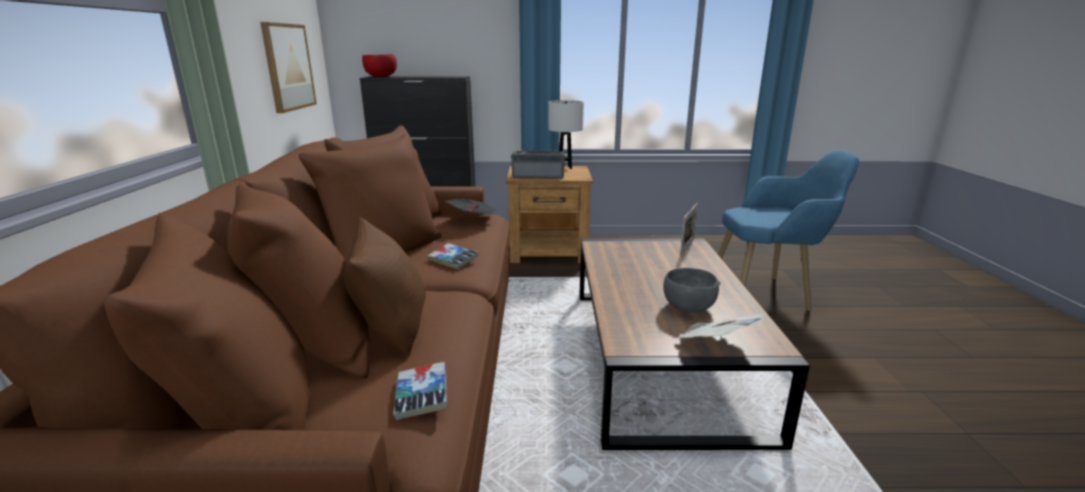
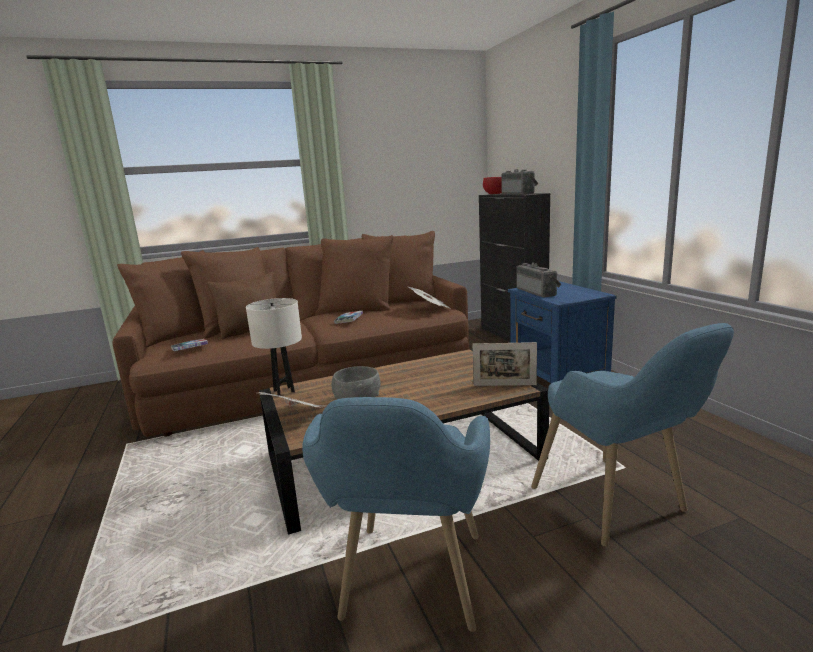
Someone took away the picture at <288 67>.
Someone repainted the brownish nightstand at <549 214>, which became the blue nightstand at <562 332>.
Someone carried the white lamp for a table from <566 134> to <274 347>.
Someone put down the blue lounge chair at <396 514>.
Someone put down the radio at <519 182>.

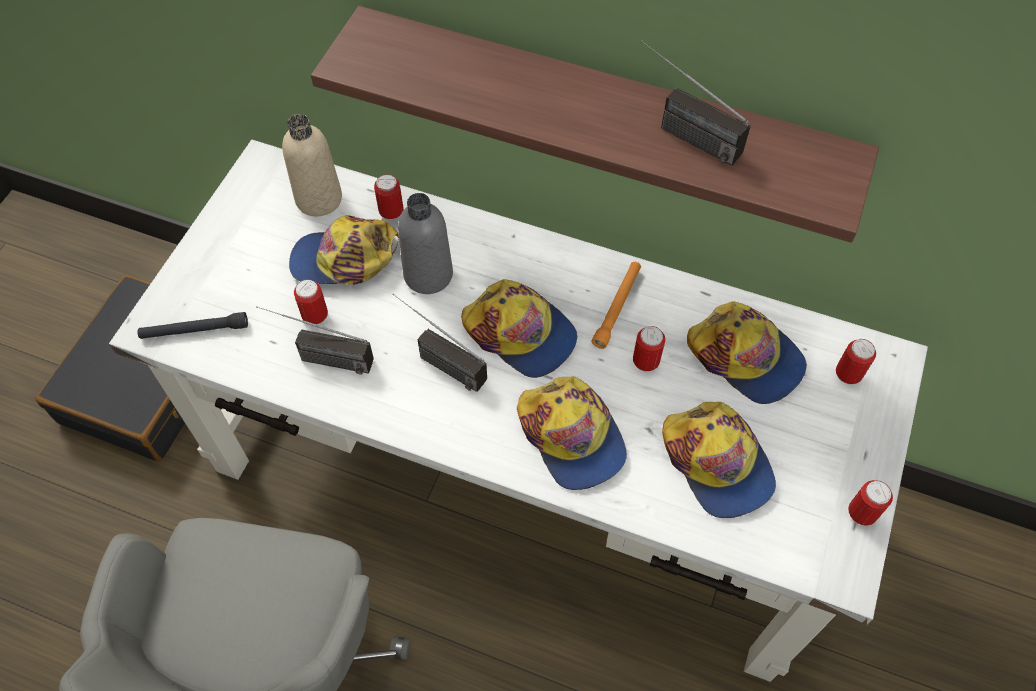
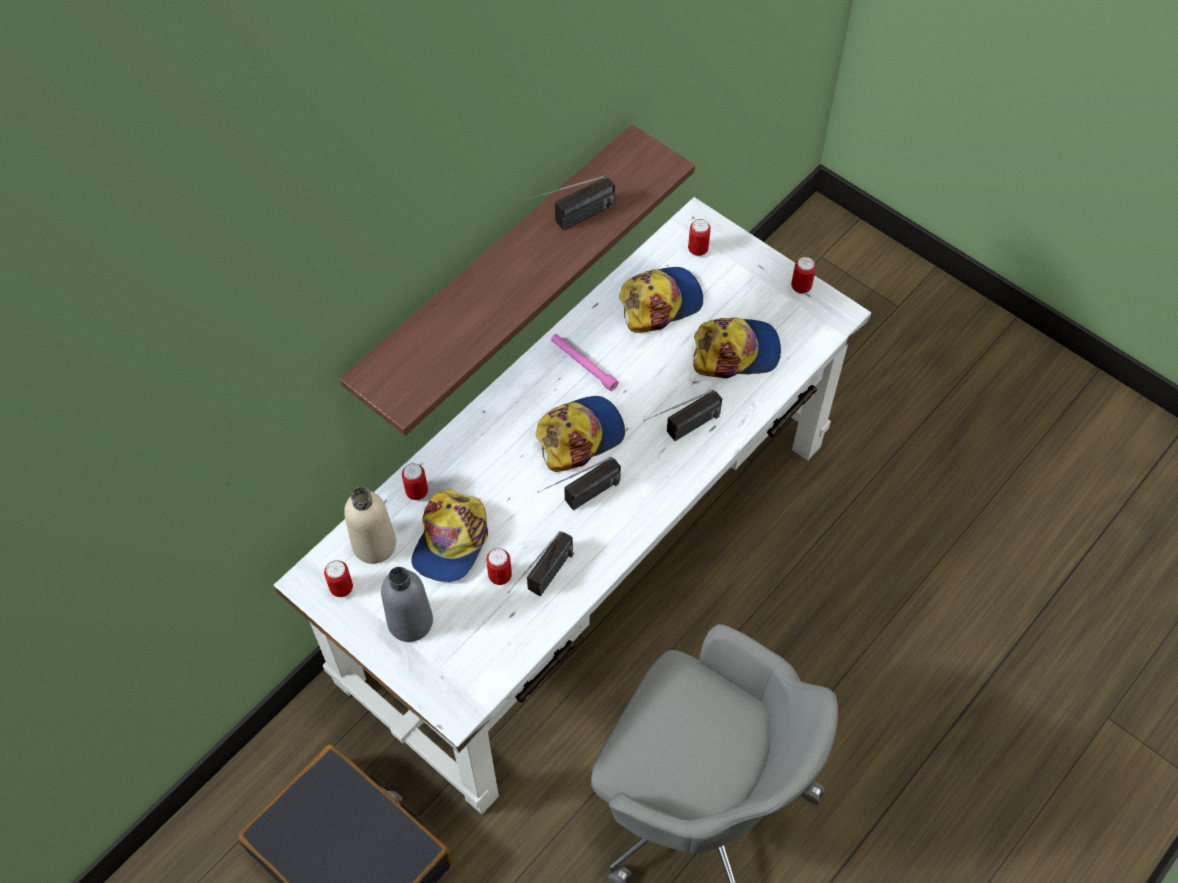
Someone took away the blackish flashlight at <192 325>.
Someone carried the gray beverage bottle from <425 243> to <407 604>.
Someone swapped the peaked cap at <572 433> for the radio at <683 415>.
Someone repainted the orange-coloured flashlight at <616 305>, which became the pinkish flashlight at <585 362>.
Someone carried the metal can from <649 349> to <338 578>.

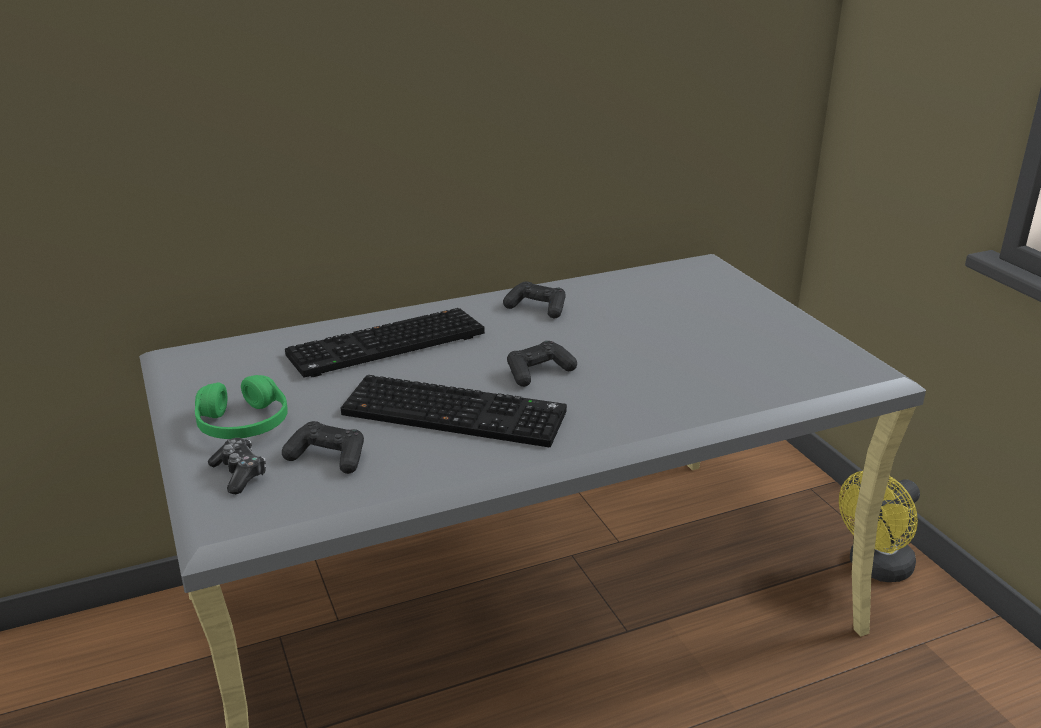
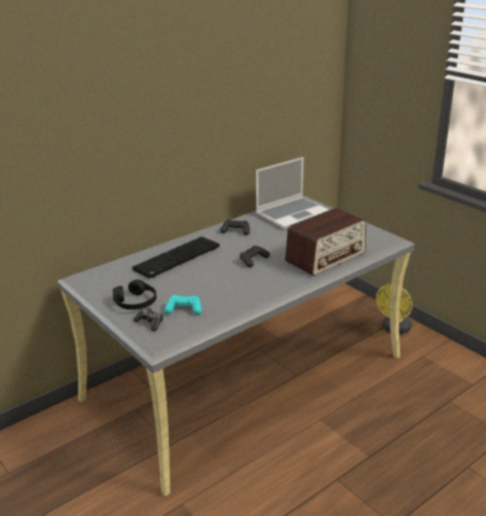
Someone repainted the green-coloured headphones at <241 407>, which became the blackish headphones at <134 295>.
Someone repainted the blackish gamepad at <323 447>, which became the turquoise gamepad at <183 305>.
Someone took away the computer keyboard at <454 411>.
Someone put down the portable computer at <292 193>.
Someone put down the radio at <325 242>.

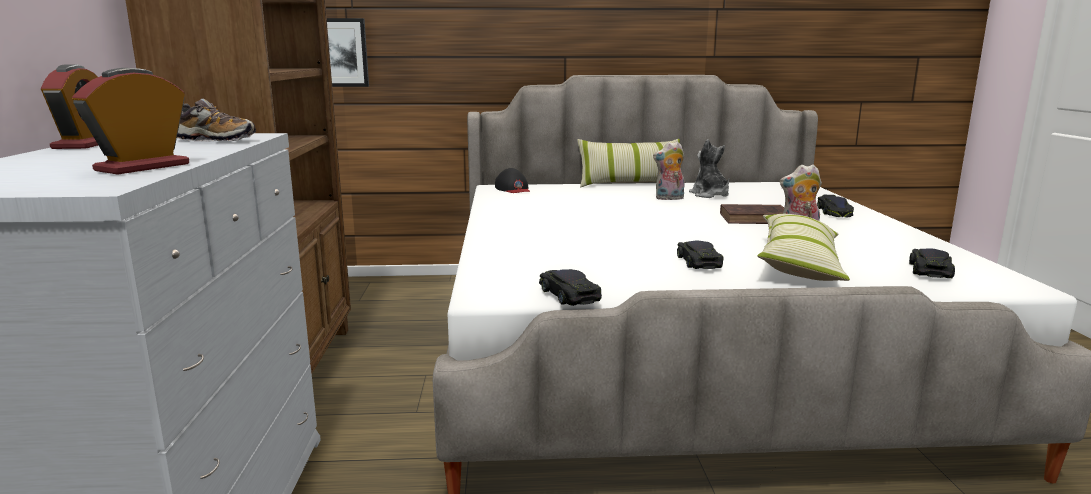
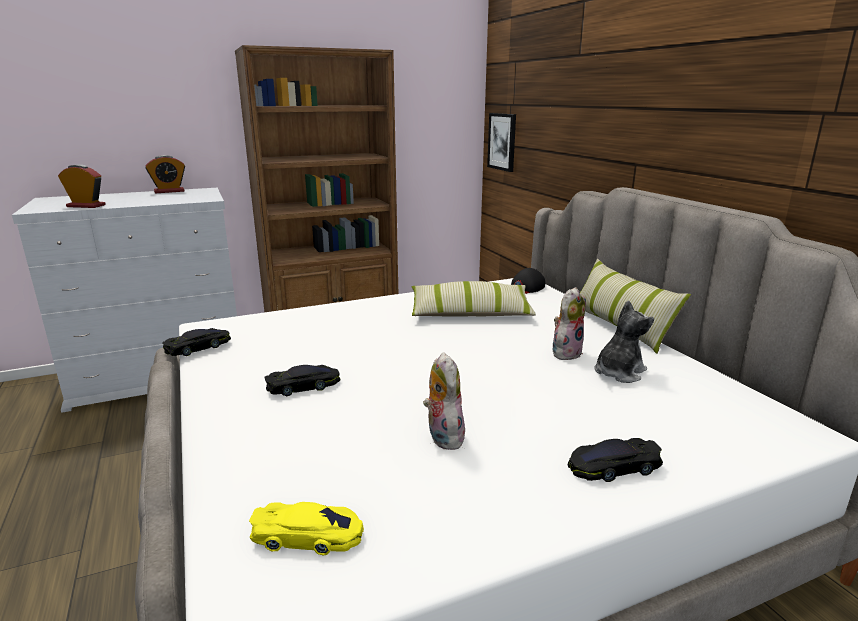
Someone took away the item of footwear at <216 120>.
Someone rotated the cuddly toy at <669 170> by 75 degrees clockwise.
Someone took away the brownish bound book at <752 214>.
Someone carried the throw pillow from <803 247> to <474 299>.
Someone repainted the blackish model car at <932 263>, which became the yellow-coloured model car at <306 529>.

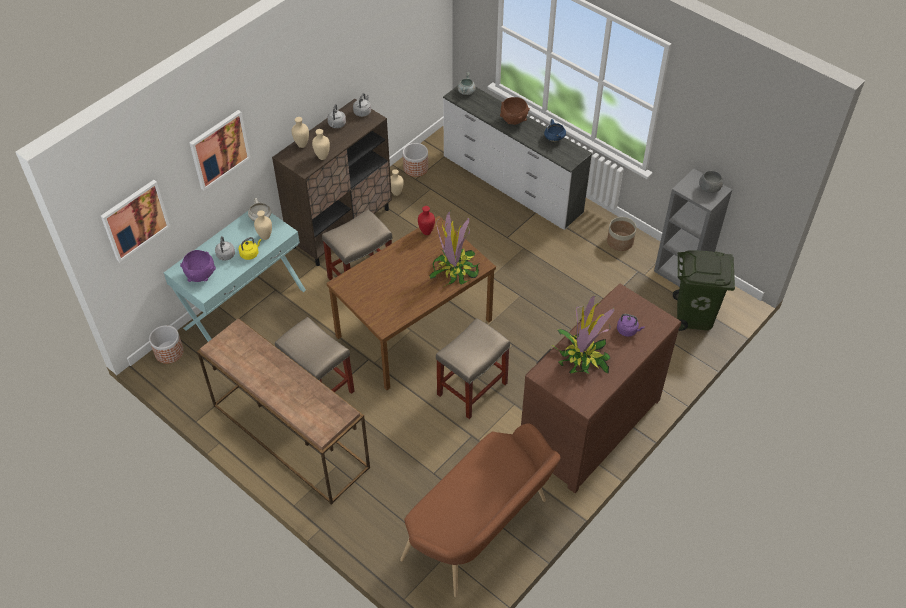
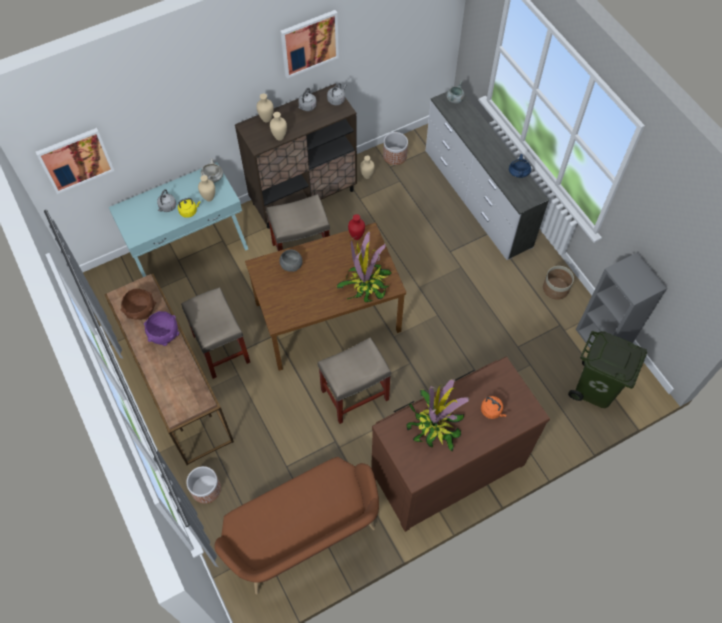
Someone carried the planter from <166 344> to <203 485>.
Someone carried the purplish deep dish from <198 266> to <161 328>.
Someone carried the picture from <220 150> to <309 44>.
Someone carried the brownish deep dish from <515 111> to <138 304>.
Someone repainted the purplish tea kettle at <631 325>, which became the orange-coloured tea kettle at <494 407>.
Someone carried the gray deep dish from <711 182> to <291 261>.

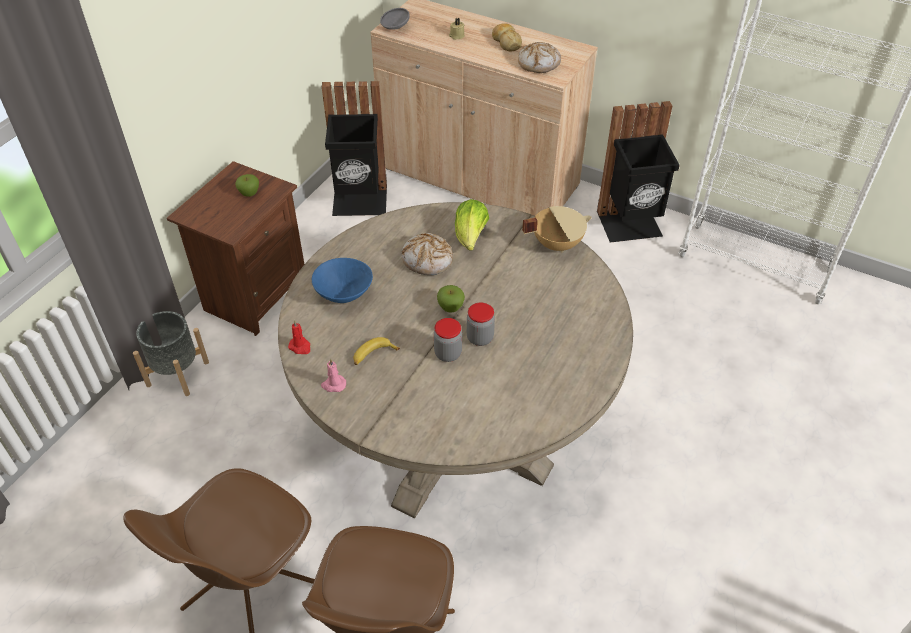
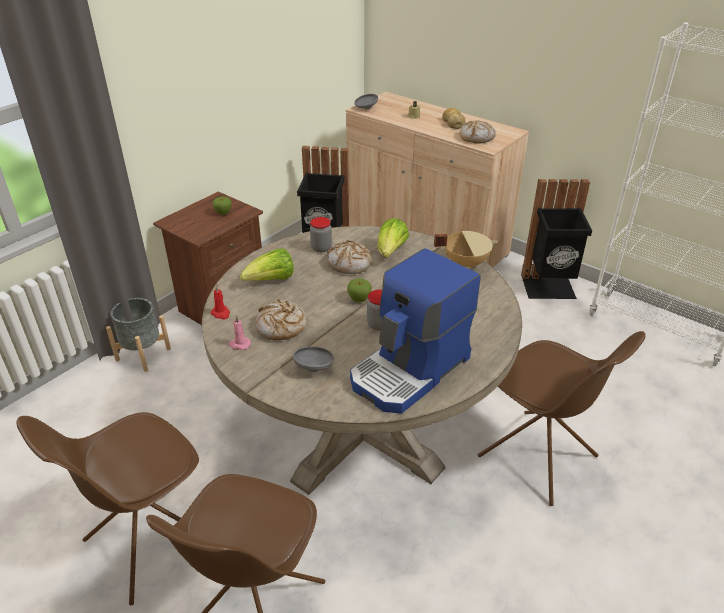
Someone swapped the blue deep dish at <342 280> for the lettuce at <267 265>.
Someone swapped the banana fruit at <377 351> for the bakery bread at <281 320>.
Someone carried the jar from <448 340> to <321 234>.
Someone put down the gray deep dish at <313 359>.
Someone put down the coffee brewer at <415 331>.
Someone put down the brownish upright chair at <562 418>.

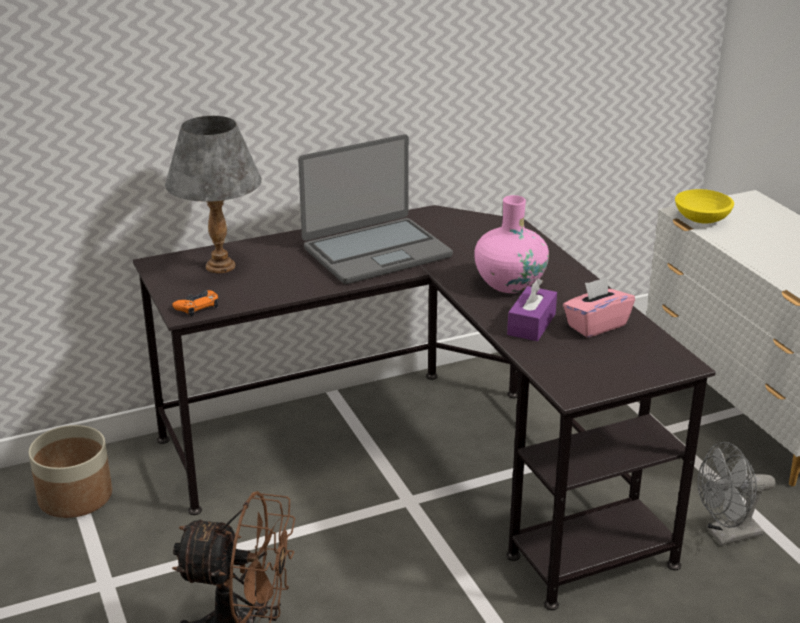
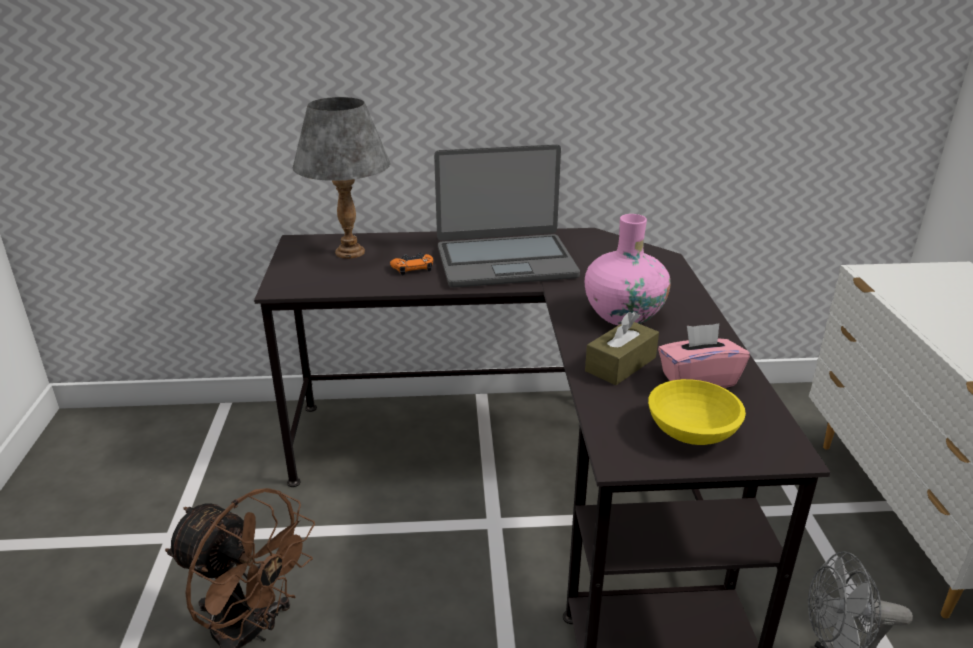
Someone took away the planter at <70 471>.
Someone carried the orange-coloured gamepad from <195 303> to <411 264>.
Someone repainted the purplish box of tissues at <532 309>, which became the brownish box of tissues at <622 348>.
Someone carried the yellow-coloured deep dish from <704 206> to <697 412>.

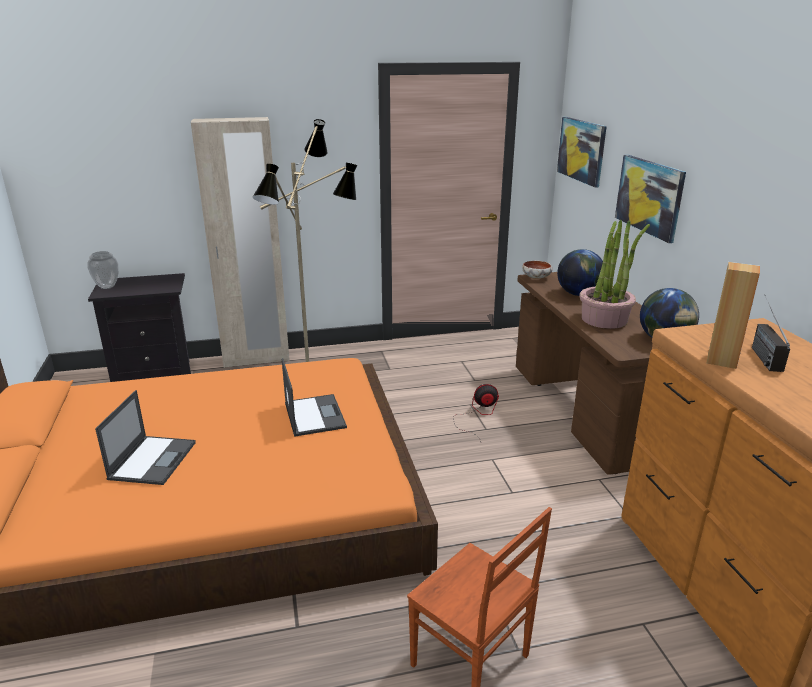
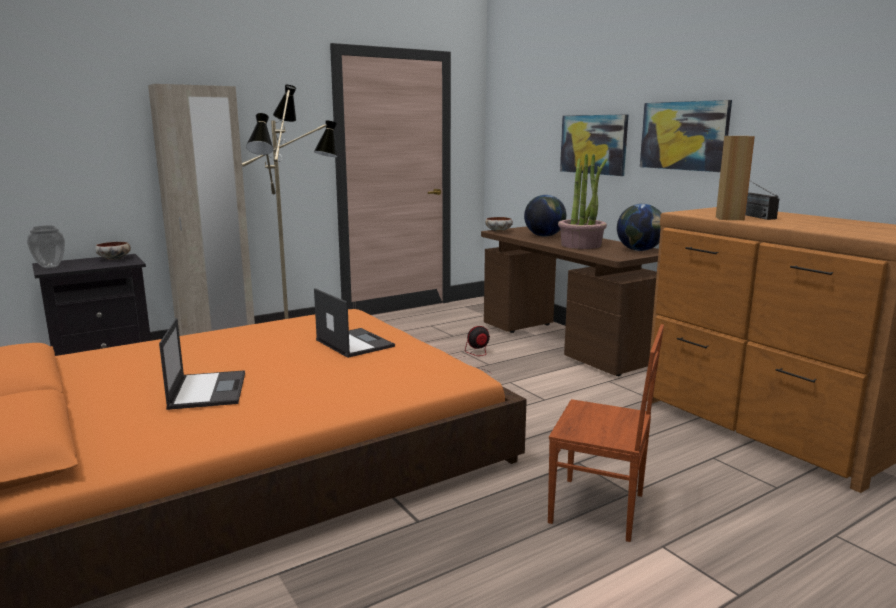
Someone carried the picture from <582 152> to <686 136>.
Someone put down the deep dish at <113 251>.

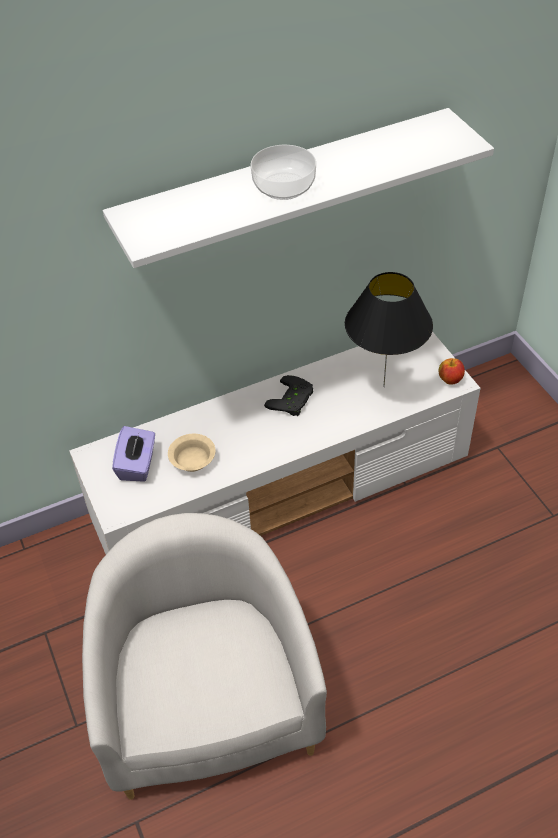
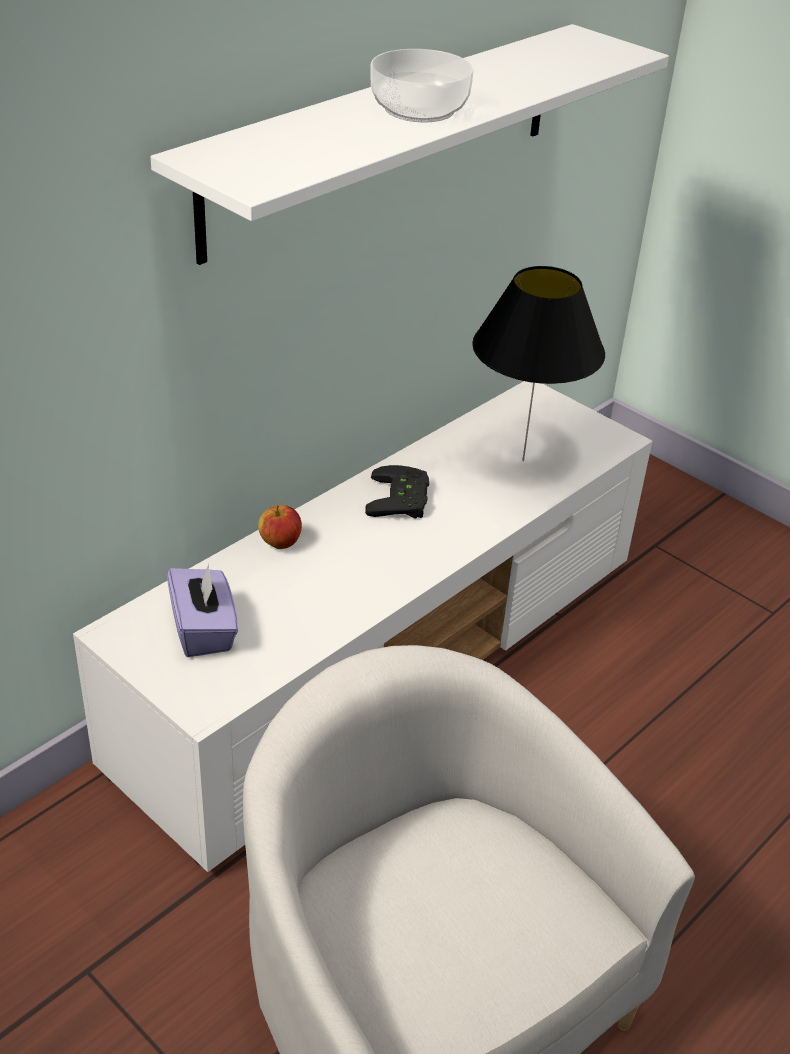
Someone took away the sand-coloured deep dish at <192 453>.
Someone carried the whole apple from <452 371> to <280 527>.

